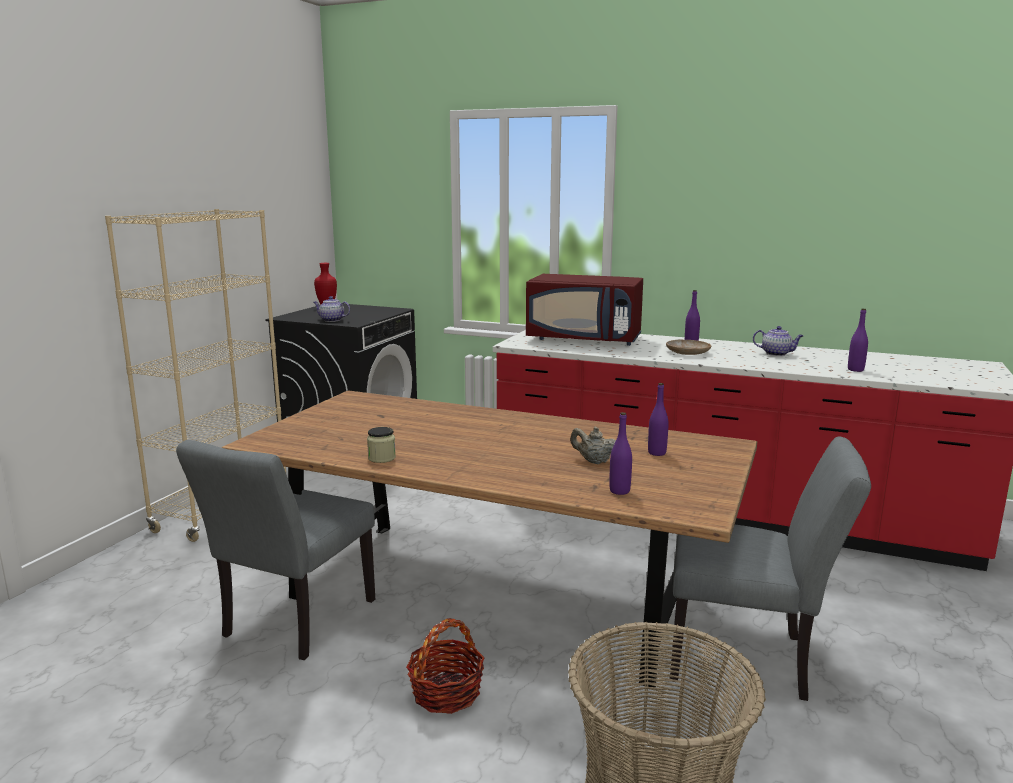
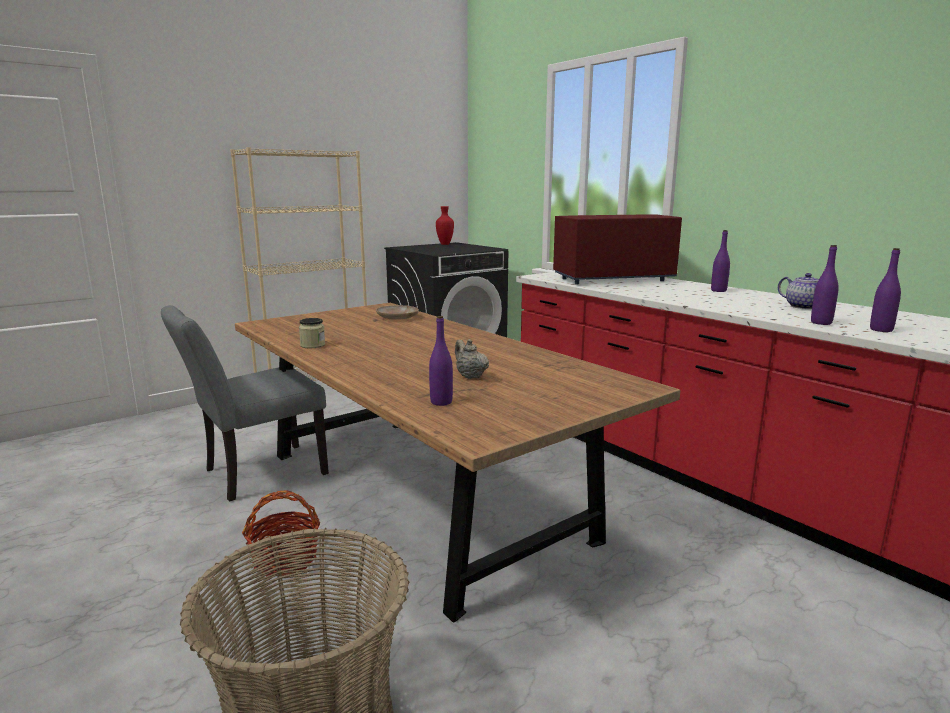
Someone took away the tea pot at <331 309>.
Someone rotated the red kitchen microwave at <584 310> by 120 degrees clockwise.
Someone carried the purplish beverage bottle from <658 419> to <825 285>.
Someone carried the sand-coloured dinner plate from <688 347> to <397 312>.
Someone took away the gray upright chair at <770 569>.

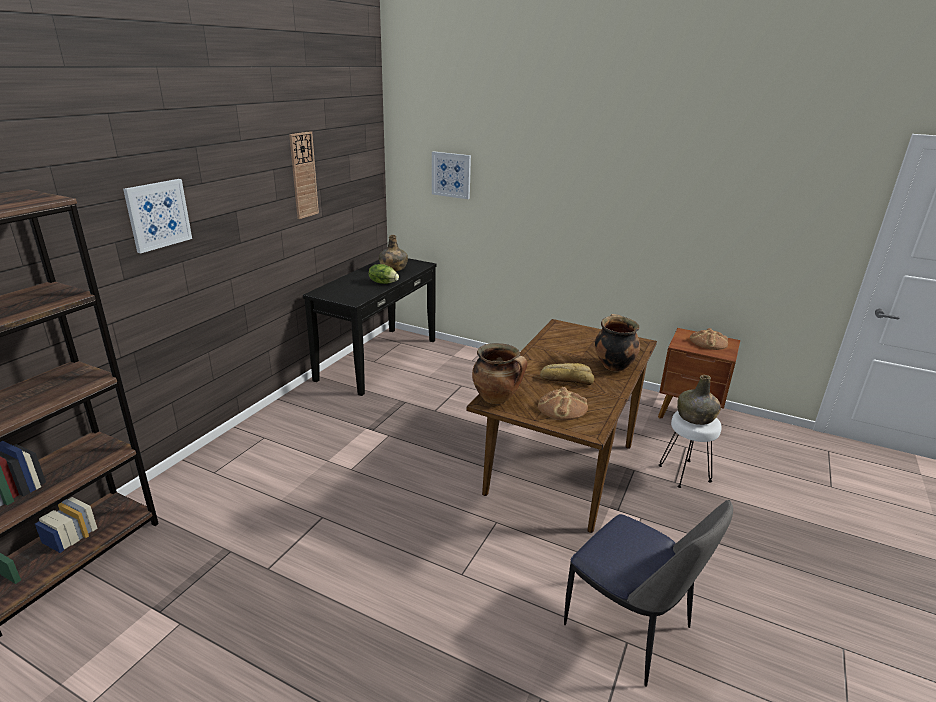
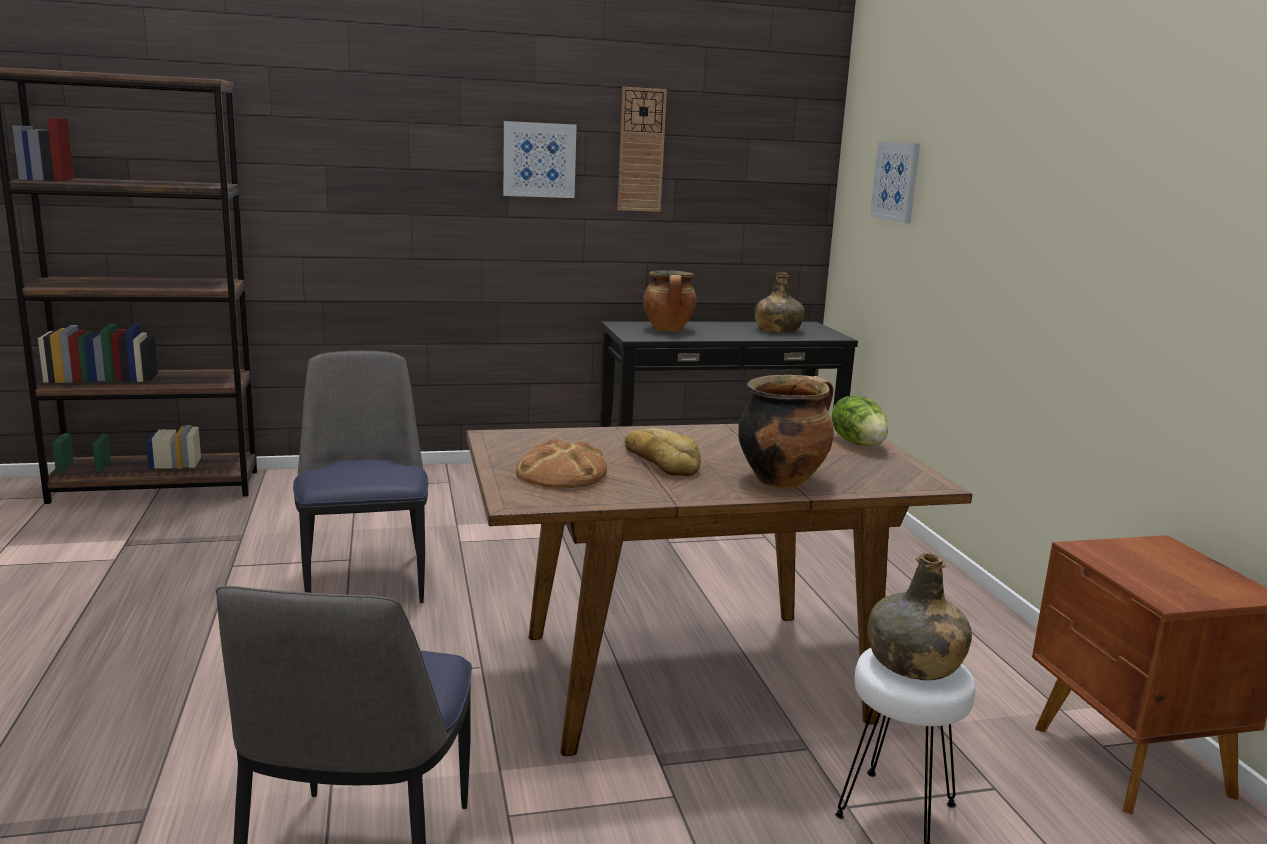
Someone carried the picture from <157 216> to <540 159>.
Someone carried the lettuce from <384 274> to <860 420>.
Someone carried the cooking pot from <499 373> to <670 301>.
Someone took away the bakery bread at <709 339>.
Someone put down the upright chair at <360 477>.

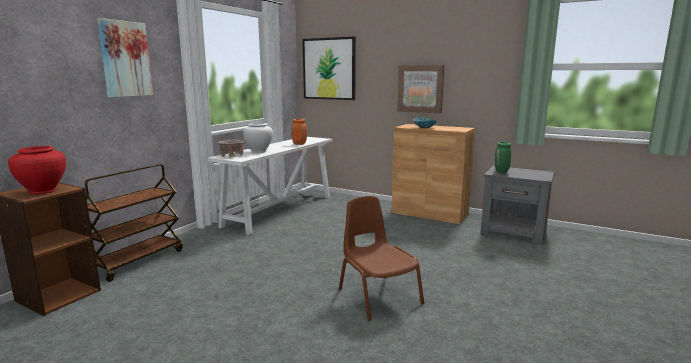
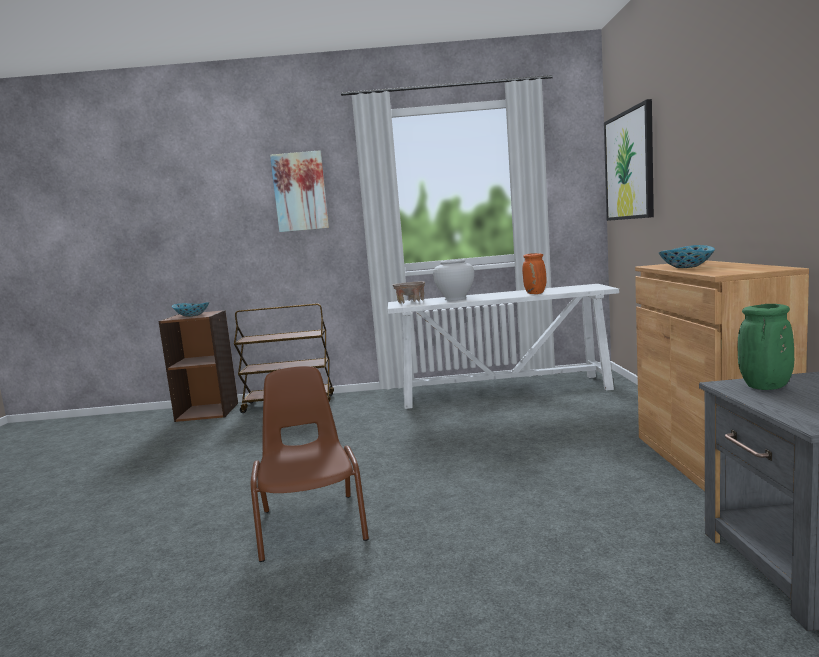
Someone swapped the red vase at <37 170> for the deep dish at <190 309>.
Someone rotated the brownish upright chair at <381 258> by 45 degrees counterclockwise.
Someone took away the picture at <420 89>.

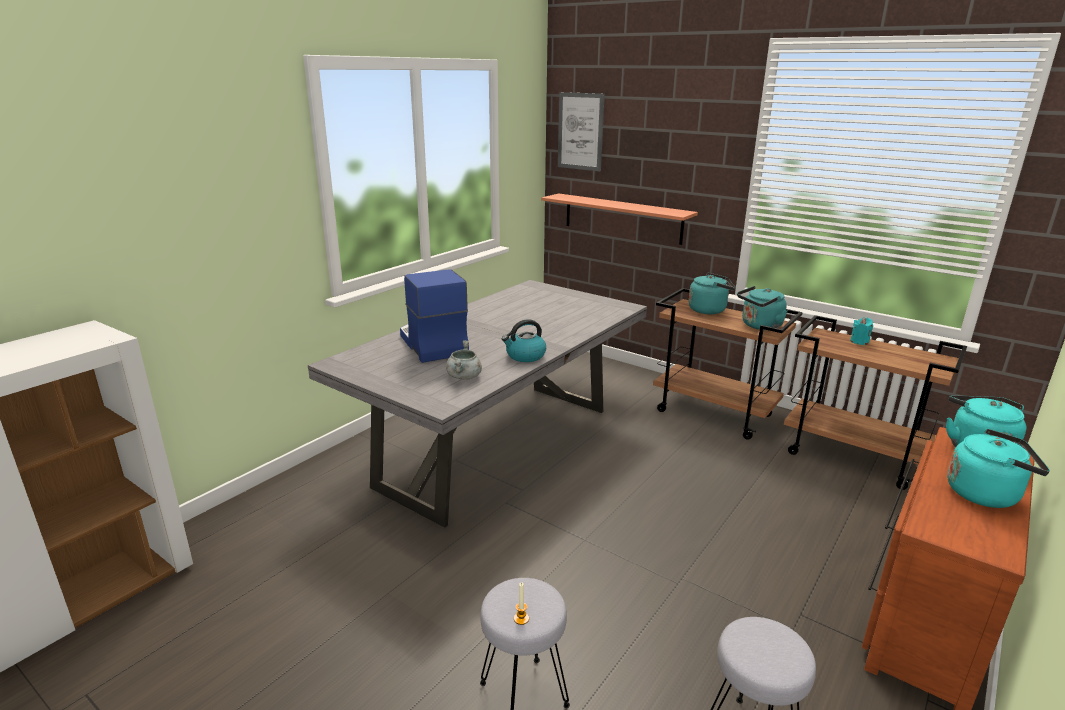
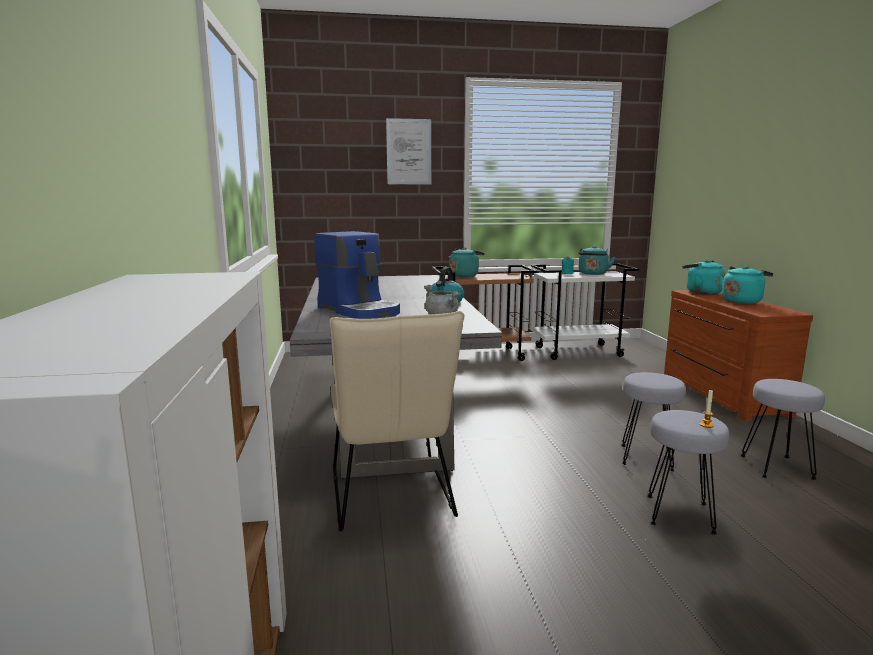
Someone rotated the coffee brewer at <434 316> by 150 degrees counterclockwise.
Someone took away the bracket shelf at <619 219>.
Someone carried the picture from <581 131> to <408 151>.
Someone carried the turquoise tea kettle from <762 308> to <597 260>.
Someone repainted the brownish trolley at <875 402>, which became the white trolley at <585 311>.
Someone put down the sand-coloured upright chair at <396 421>.
Someone put down the gray stool at <653 422>.

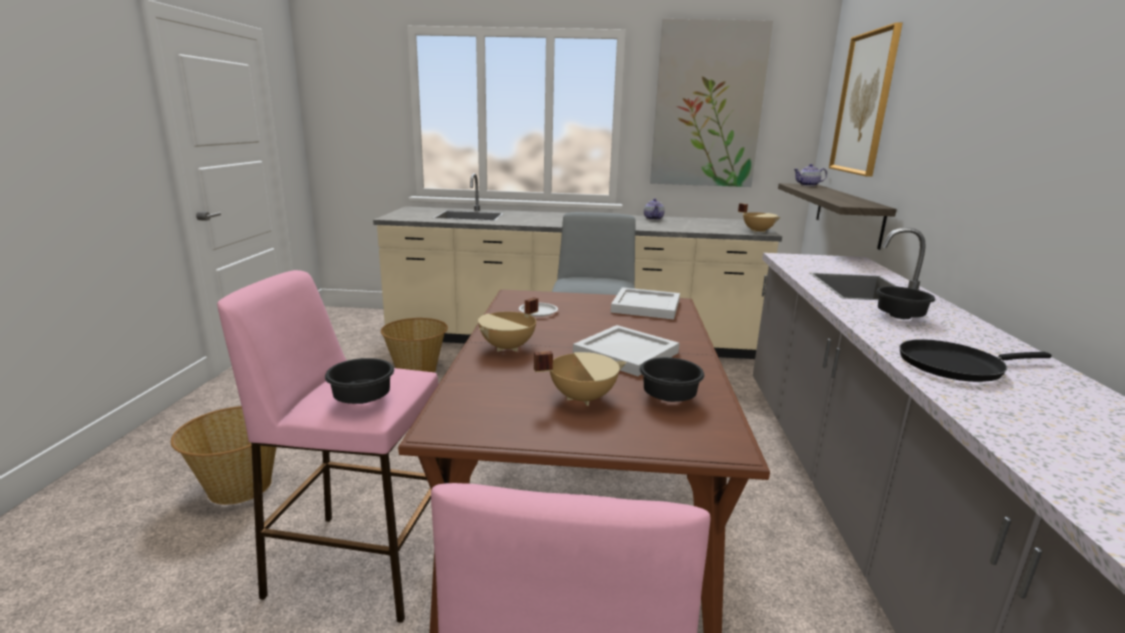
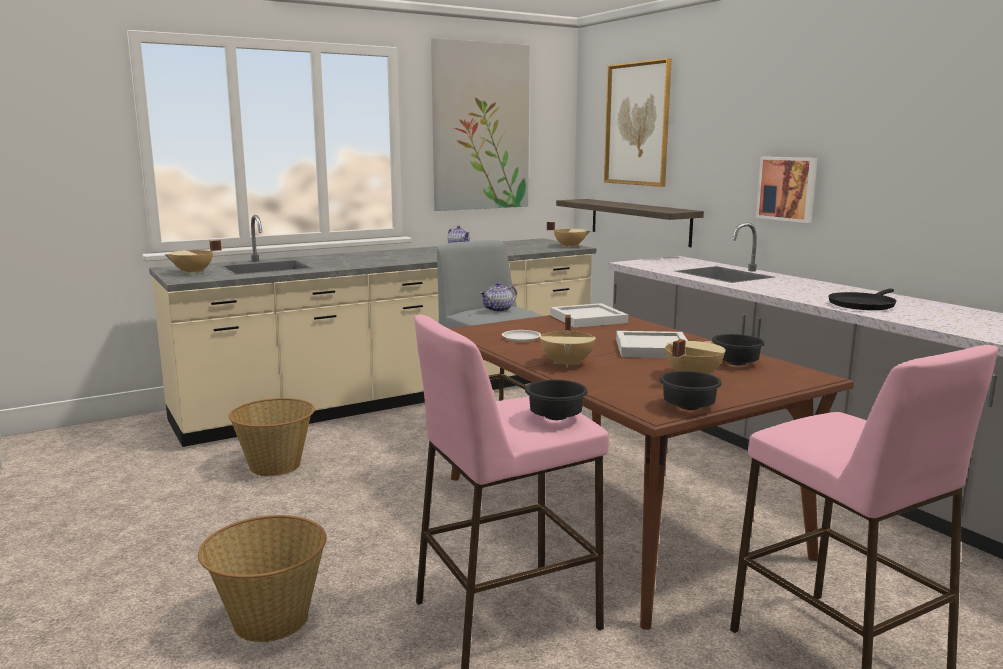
Someone carried the tea pot from <810 175> to <498 297>.
Someone carried the blackish deep dish from <905 302> to <690 390>.
Someone put down the sand-coloured cooking pot at <193 257>.
Someone put up the picture at <787 190>.

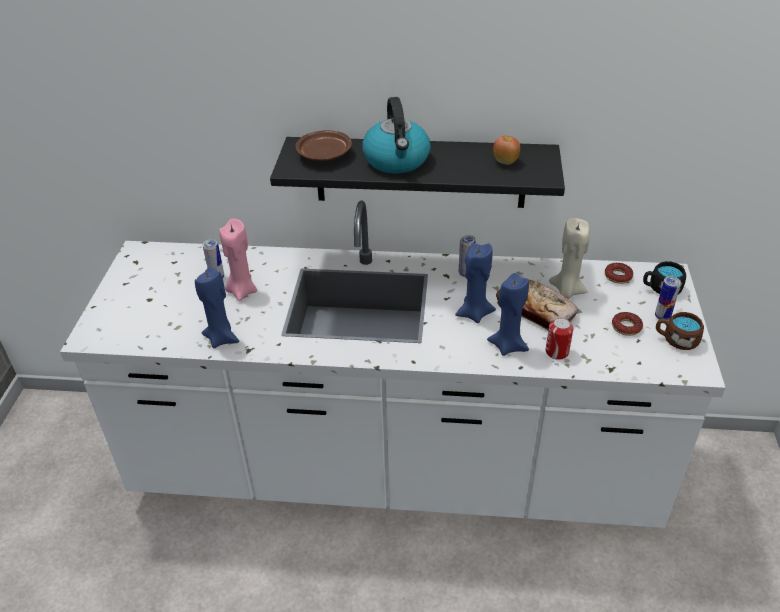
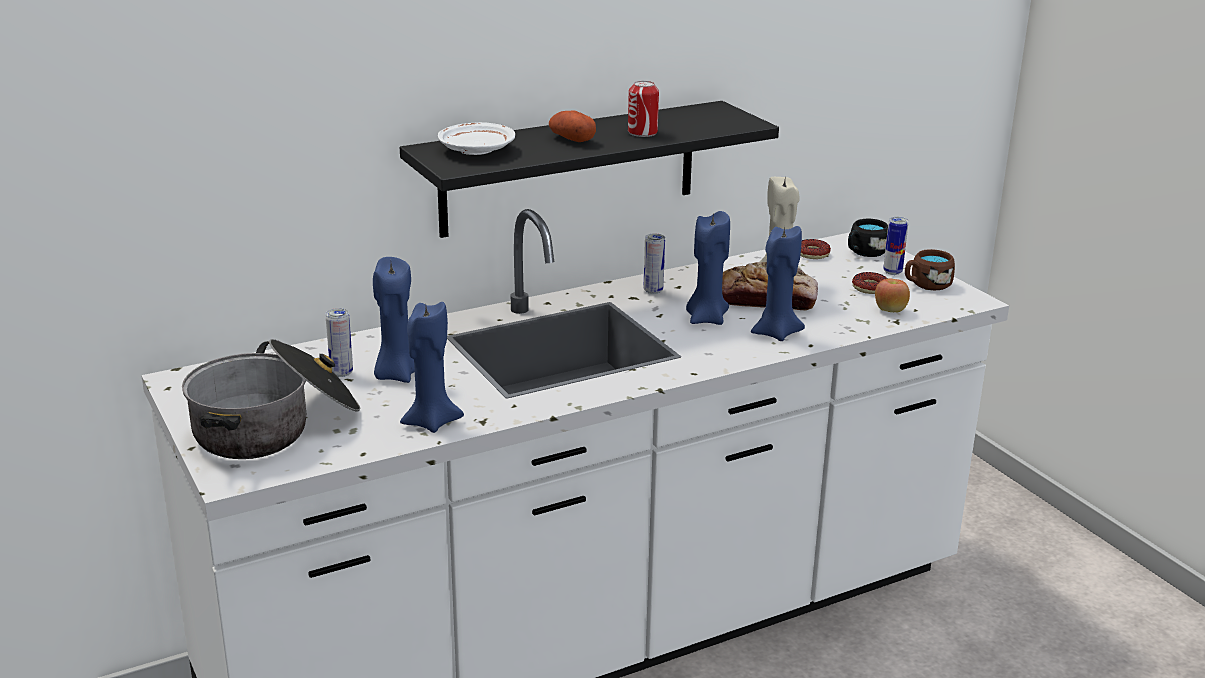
Someone repainted the pinkish candle at <238 260>, which became the blue candle at <394 320>.
Someone repainted the brownish dinner plate at <323 145>, which became the white dinner plate at <476 138>.
Someone swapped the tea kettle at <396 135> for the whole potato at <572 126>.
Someone carried the whole apple from <506 150> to <892 295>.
Someone carried the metal can from <559 339> to <643 109>.
Someone put down the cooking pot at <271 399>.

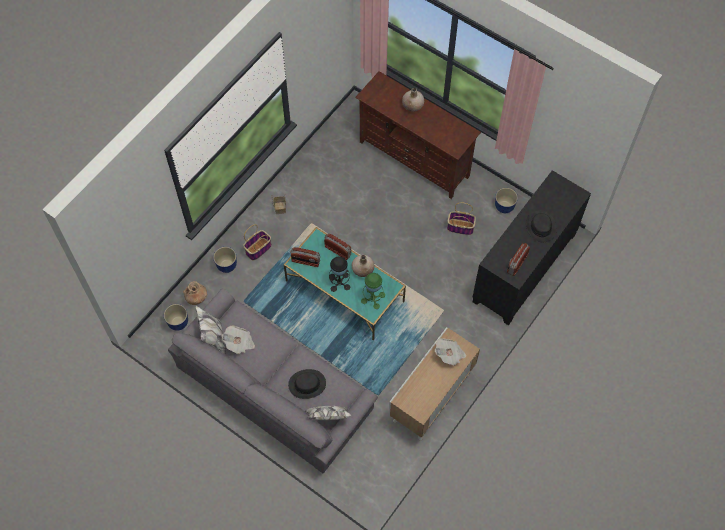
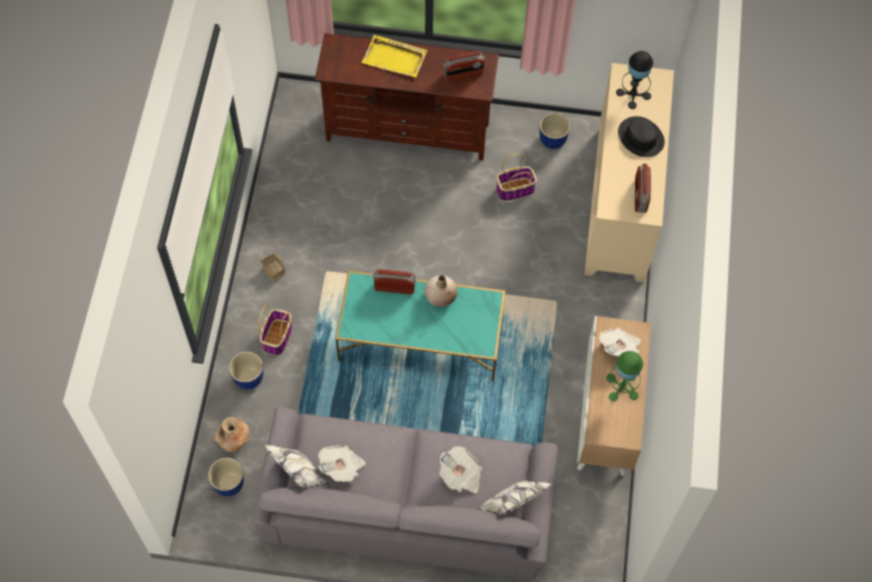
Someone swapped the blackish hat at <307 384> for the newspaper at <460 469>.
Someone carried the radio from <305 257> to <464 66>.
Someone carried the blackish lamp for a table from <339 274> to <634 80>.
Someone carried the green-coloured lamp for a table from <373 291> to <624 376>.
Someone swapped the sand-coloured vase at <413 100> for the yellow-coloured tray at <394 56>.
Someone repainted the blackish storage cabinet at <532 247>, which became the sand-coloured storage cabinet at <629 172>.

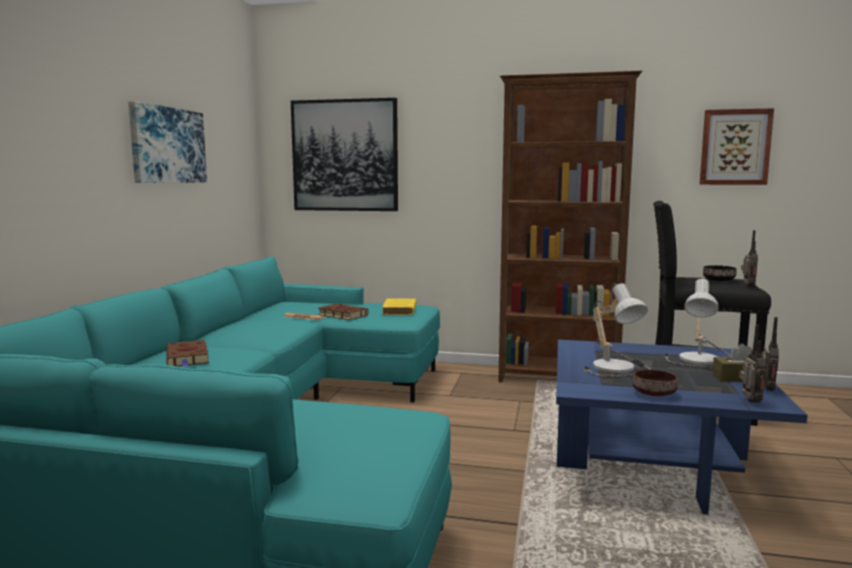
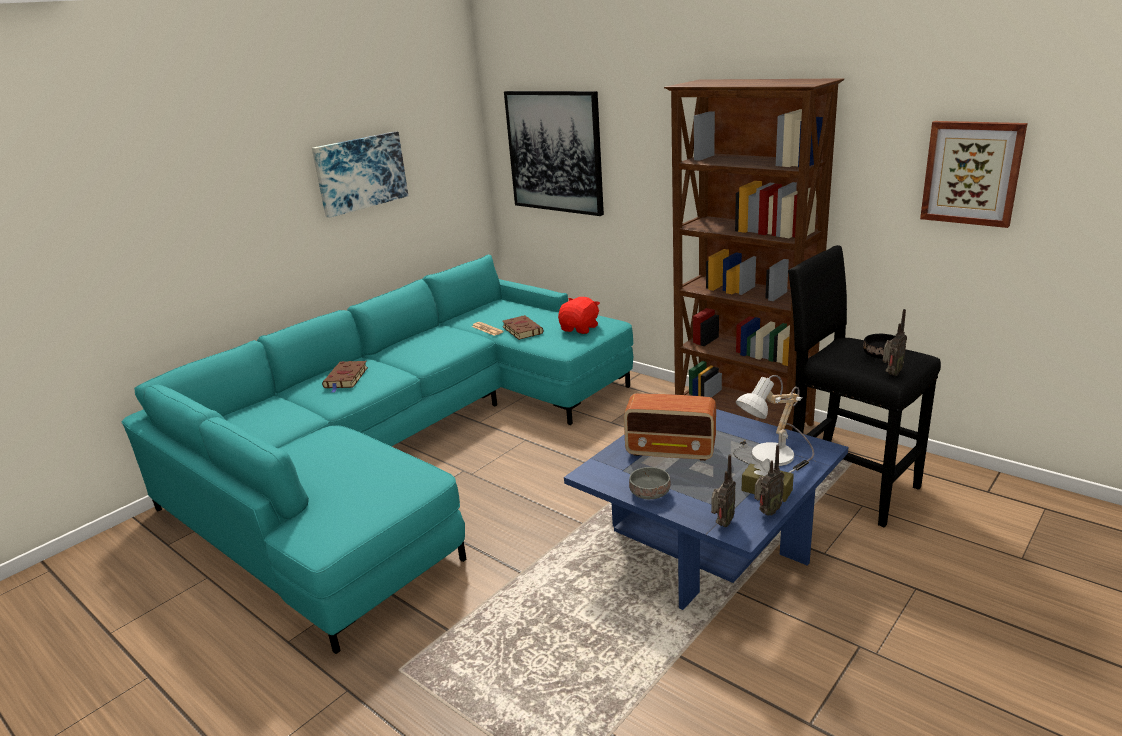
Someone swapped the yellow-coloured bound book at <399 306> for the red cuddly toy at <579 315>.
Someone swapped the lamp for a table at <616 330> for the radio at <670 427>.
Someone repainted the brownish deep dish at <655 382>, which became the gray deep dish at <649 483>.

